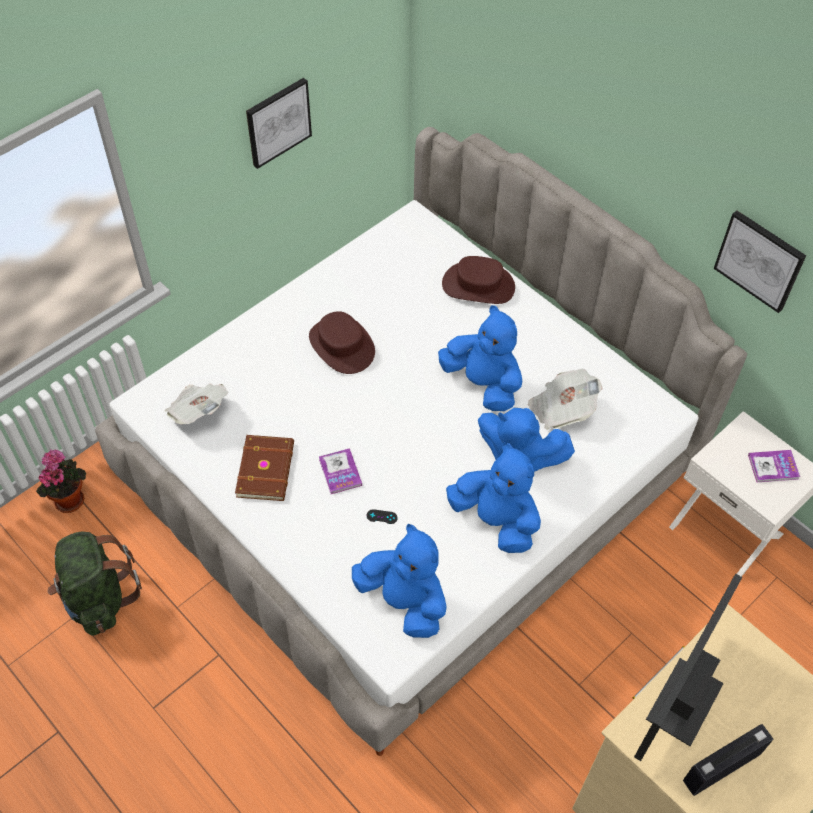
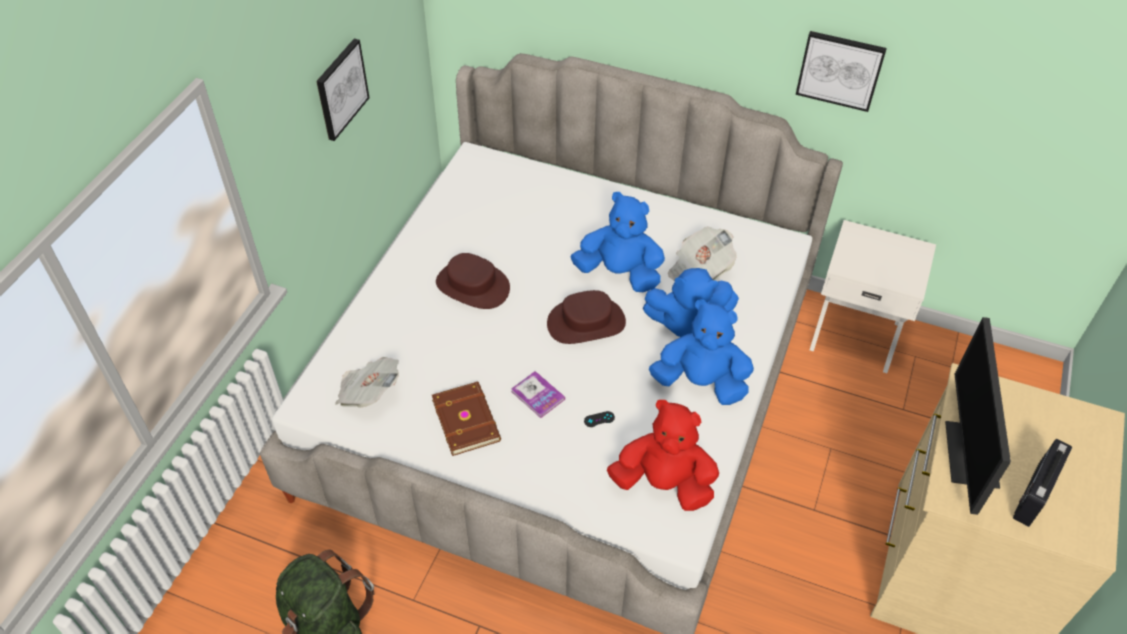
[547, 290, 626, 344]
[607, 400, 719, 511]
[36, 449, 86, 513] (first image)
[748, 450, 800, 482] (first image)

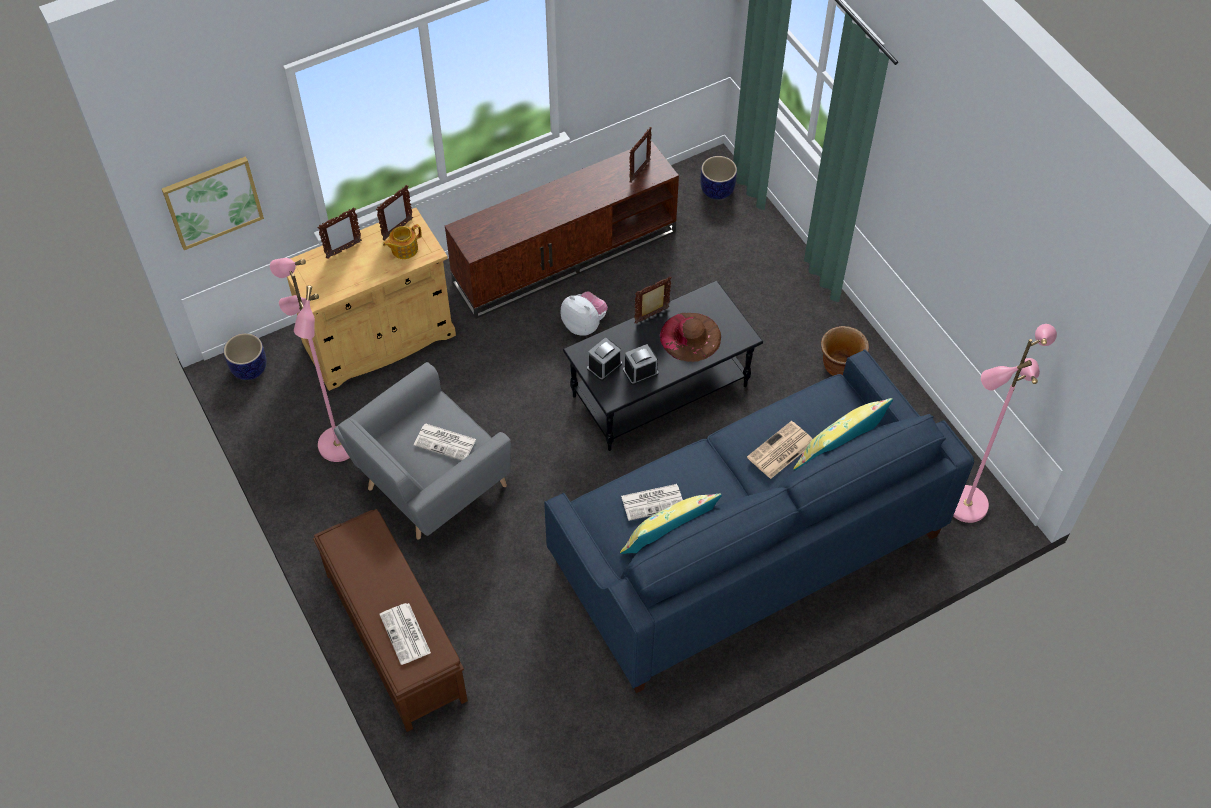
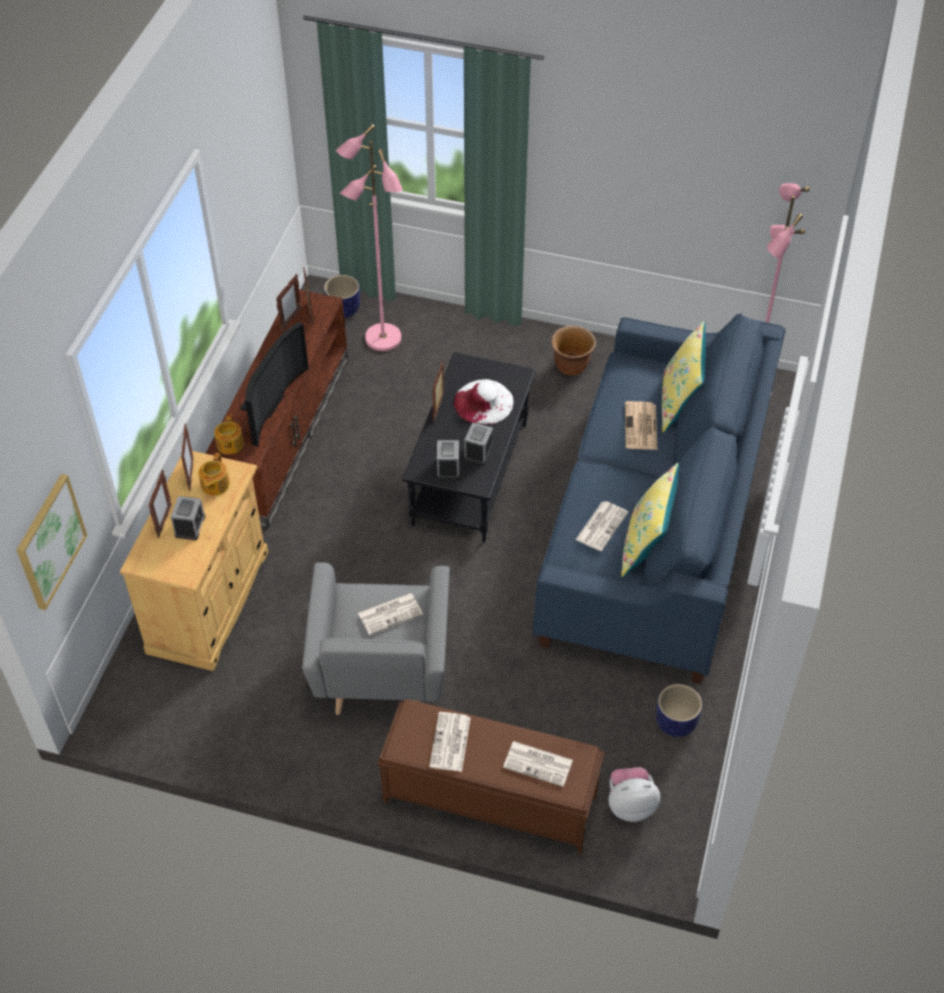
[171, 496, 205, 540]
[214, 414, 244, 454]
[240, 322, 309, 447]
[276, 274, 302, 332]
[336, 124, 403, 351]
[429, 712, 471, 772]
[453, 379, 514, 425]
[608, 767, 660, 822]
[656, 684, 702, 737]

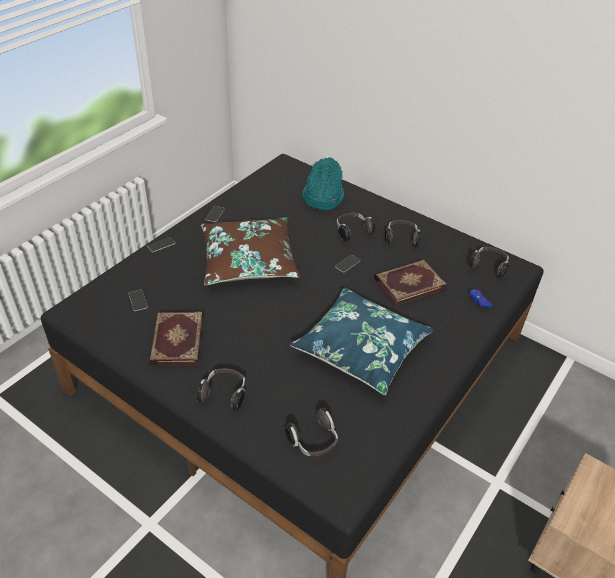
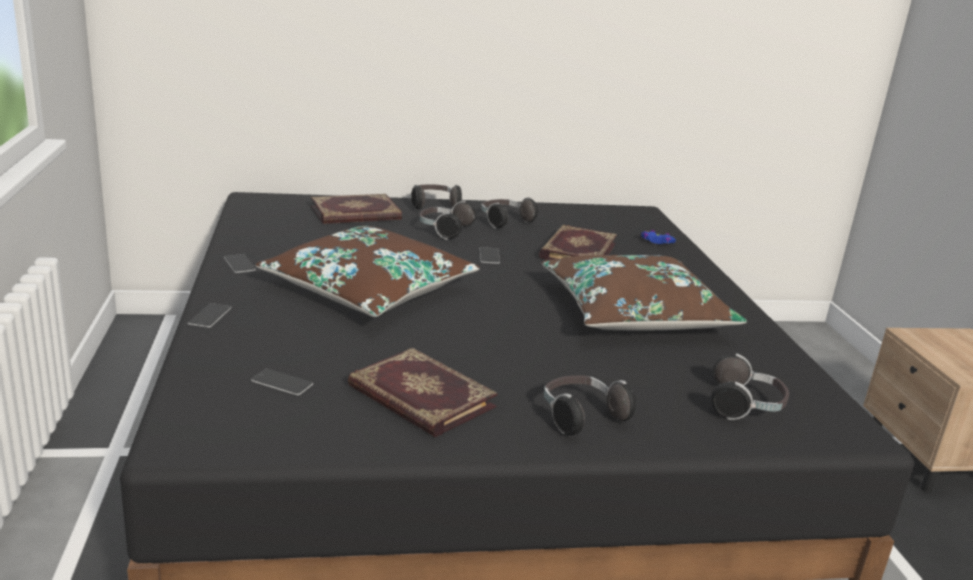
[311, 194, 402, 224]
[411, 184, 462, 210]
[542, 255, 747, 330]

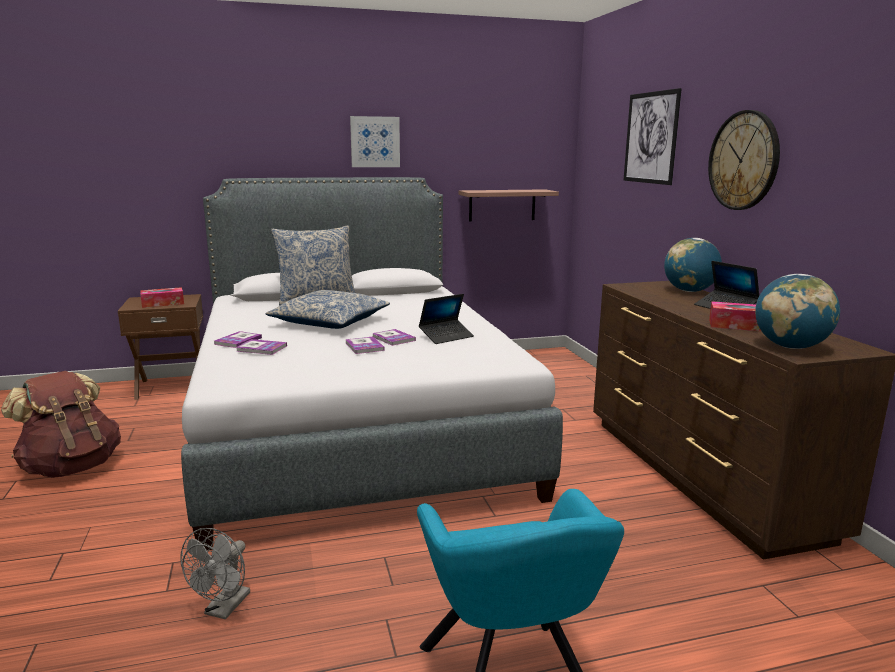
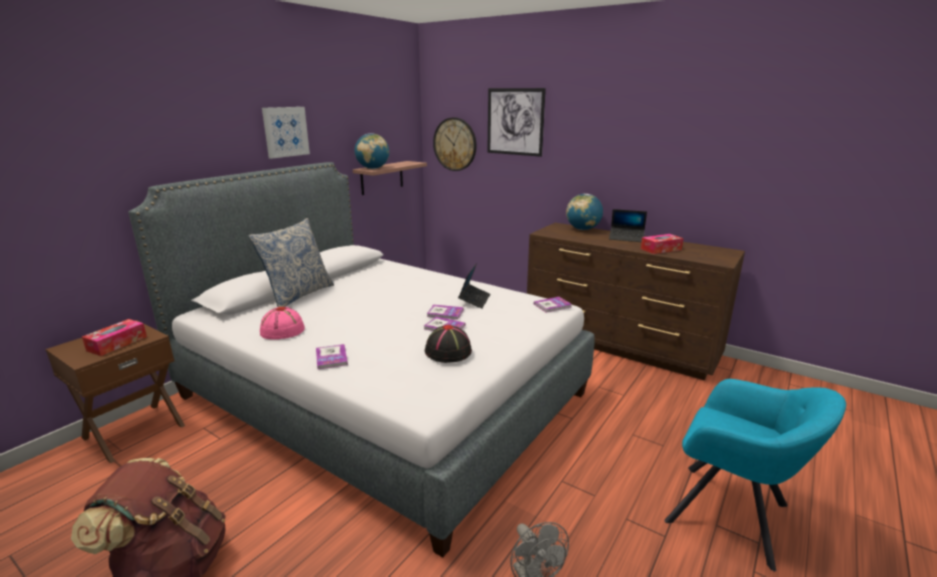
[260, 307, 305, 340]
[355, 133, 389, 169]
[425, 325, 472, 363]
[433, 117, 476, 171]
[534, 297, 572, 313]
[265, 290, 390, 329] (first image)

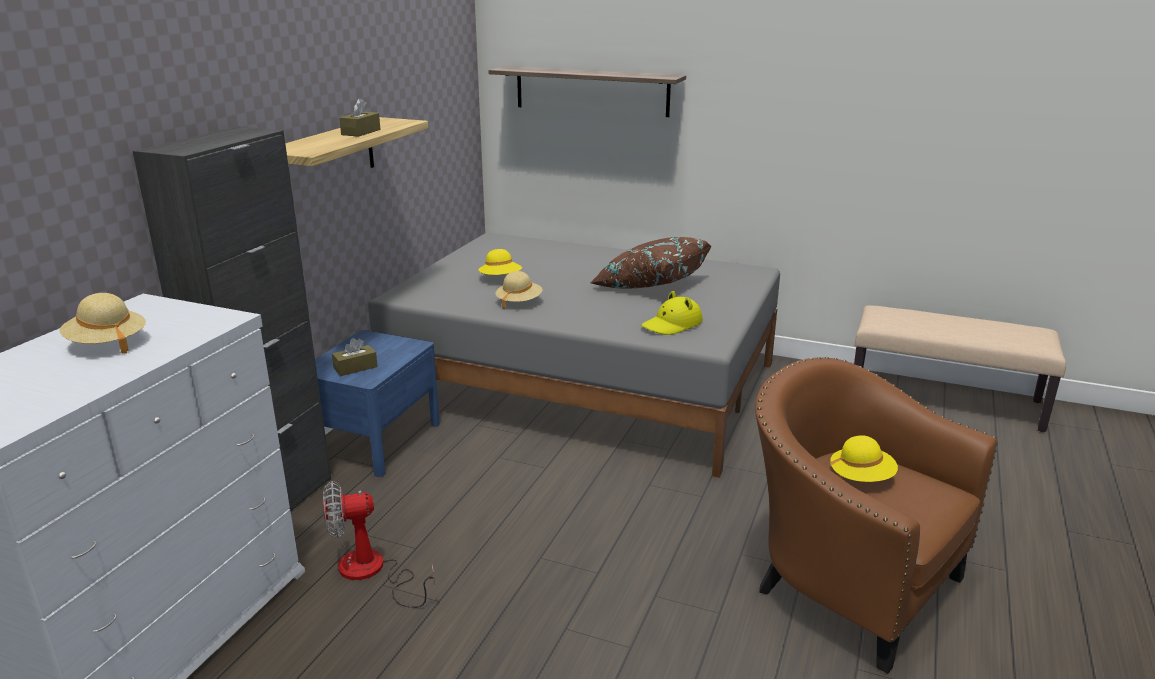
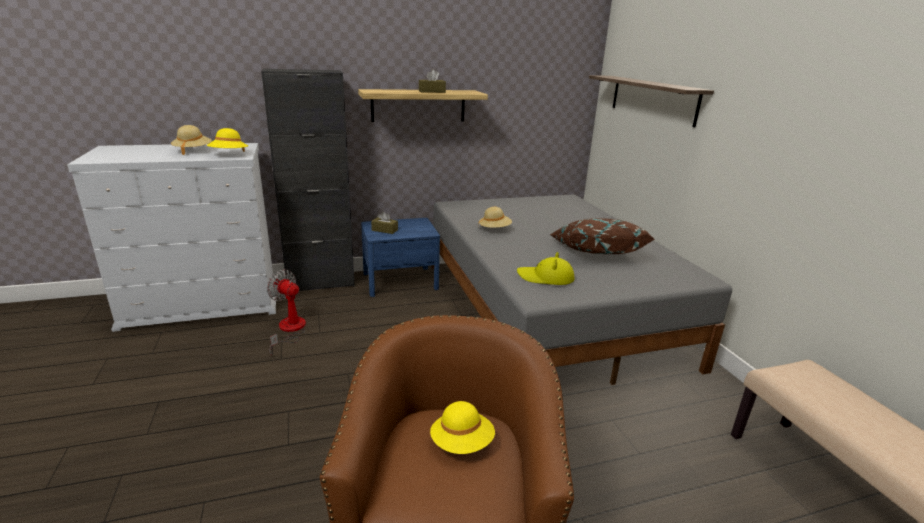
[207, 128, 248, 152]

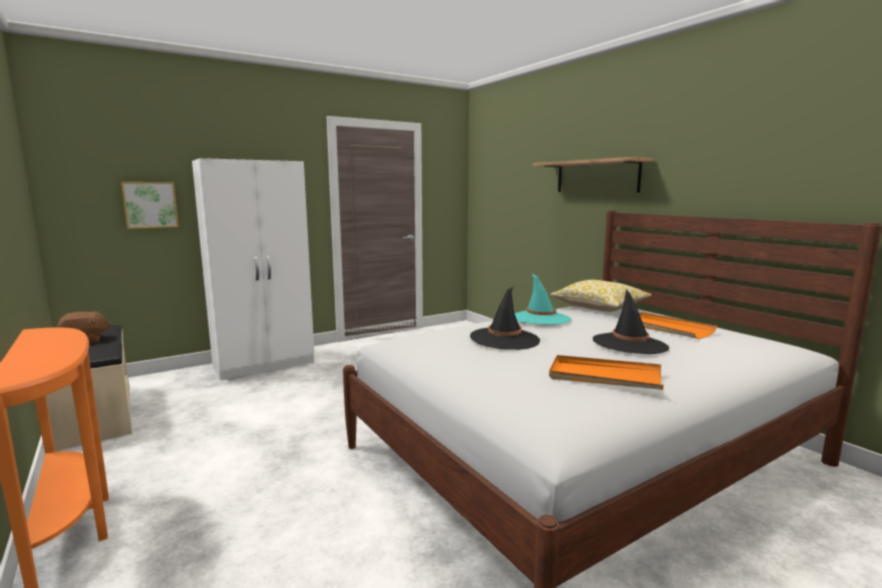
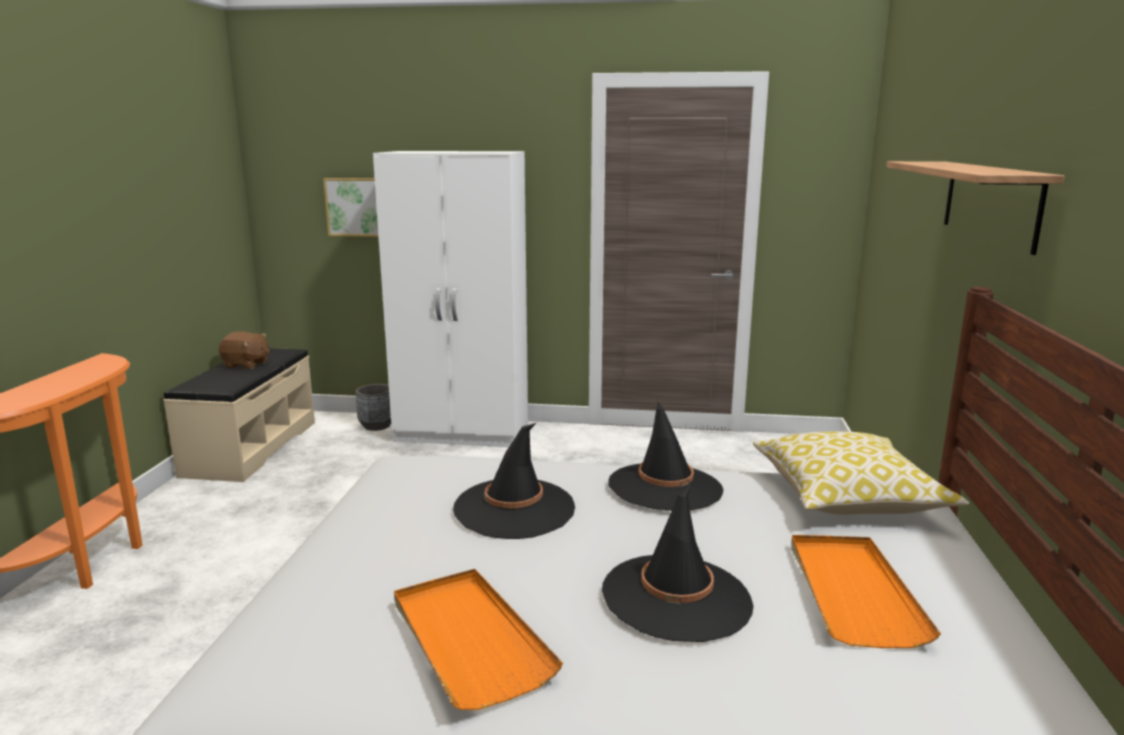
[355, 384, 391, 431]
[608, 401, 723, 510]

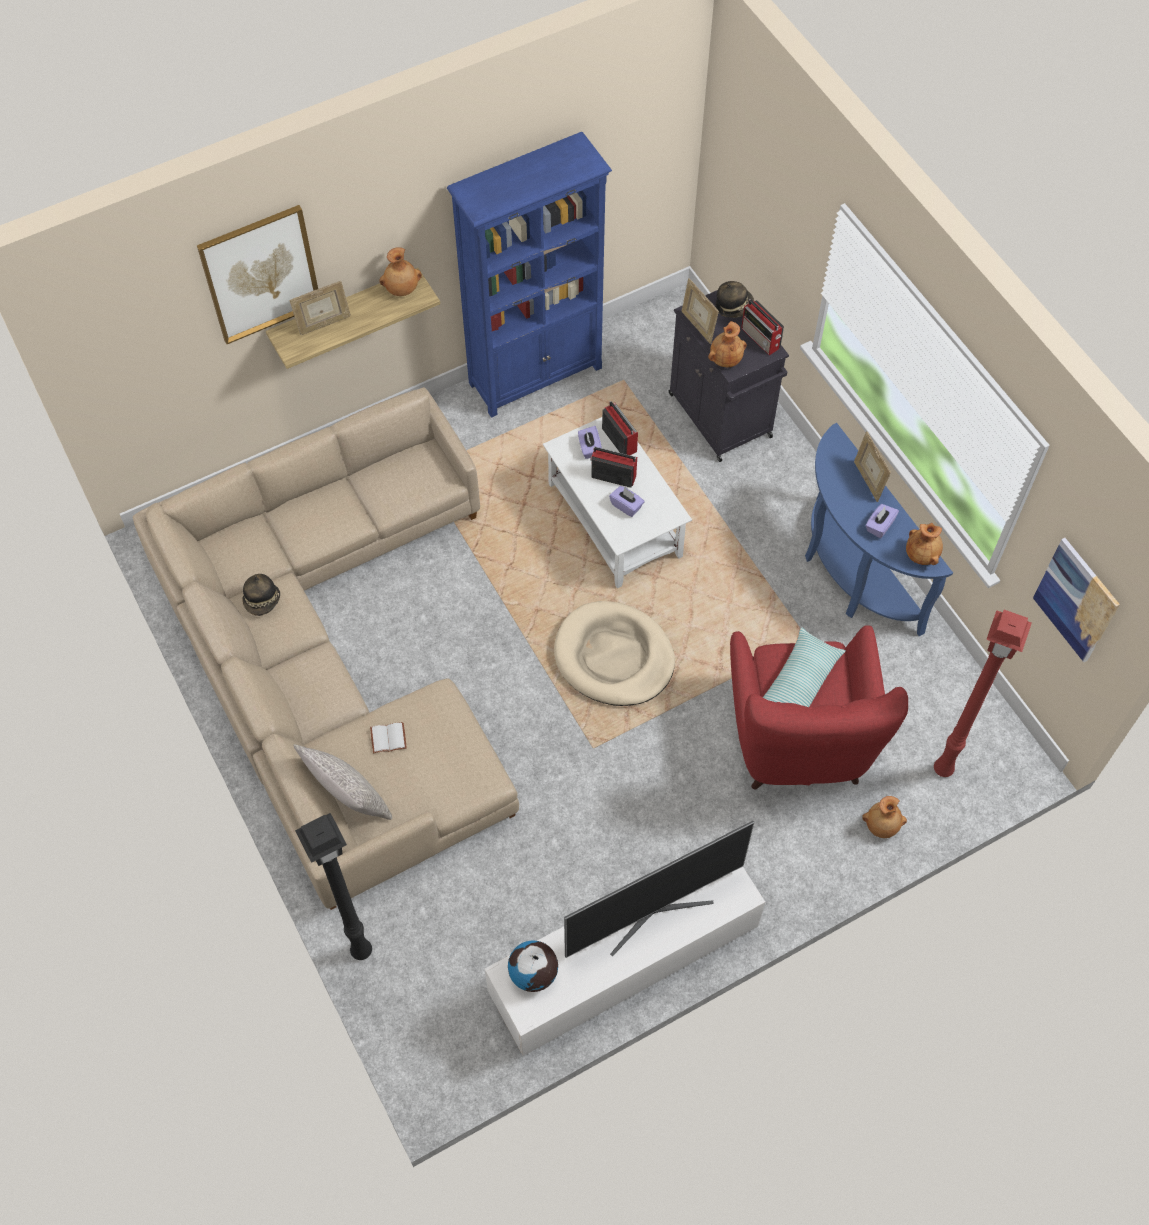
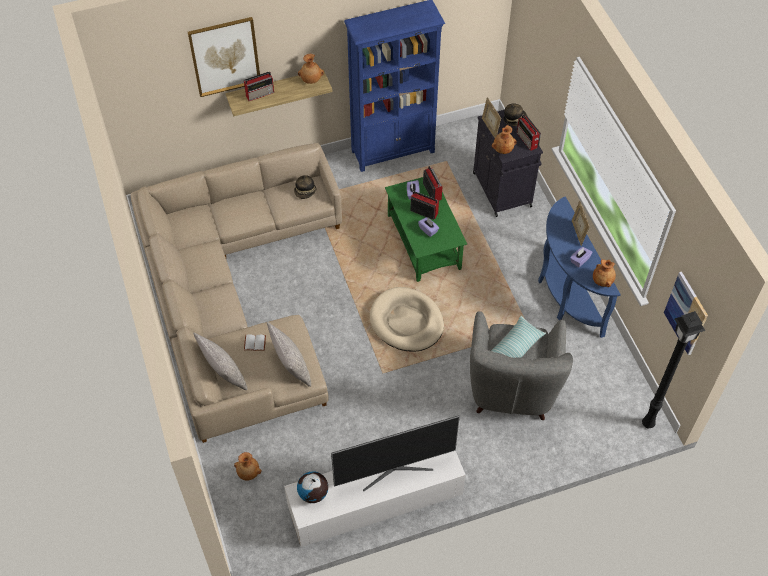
[234, 452, 262, 481]
[244, 72, 274, 101]
[267, 322, 311, 387]
[294, 175, 317, 199]
[385, 177, 467, 282]
[470, 312, 573, 420]
[642, 311, 705, 428]
[934, 610, 1032, 777] (first image)

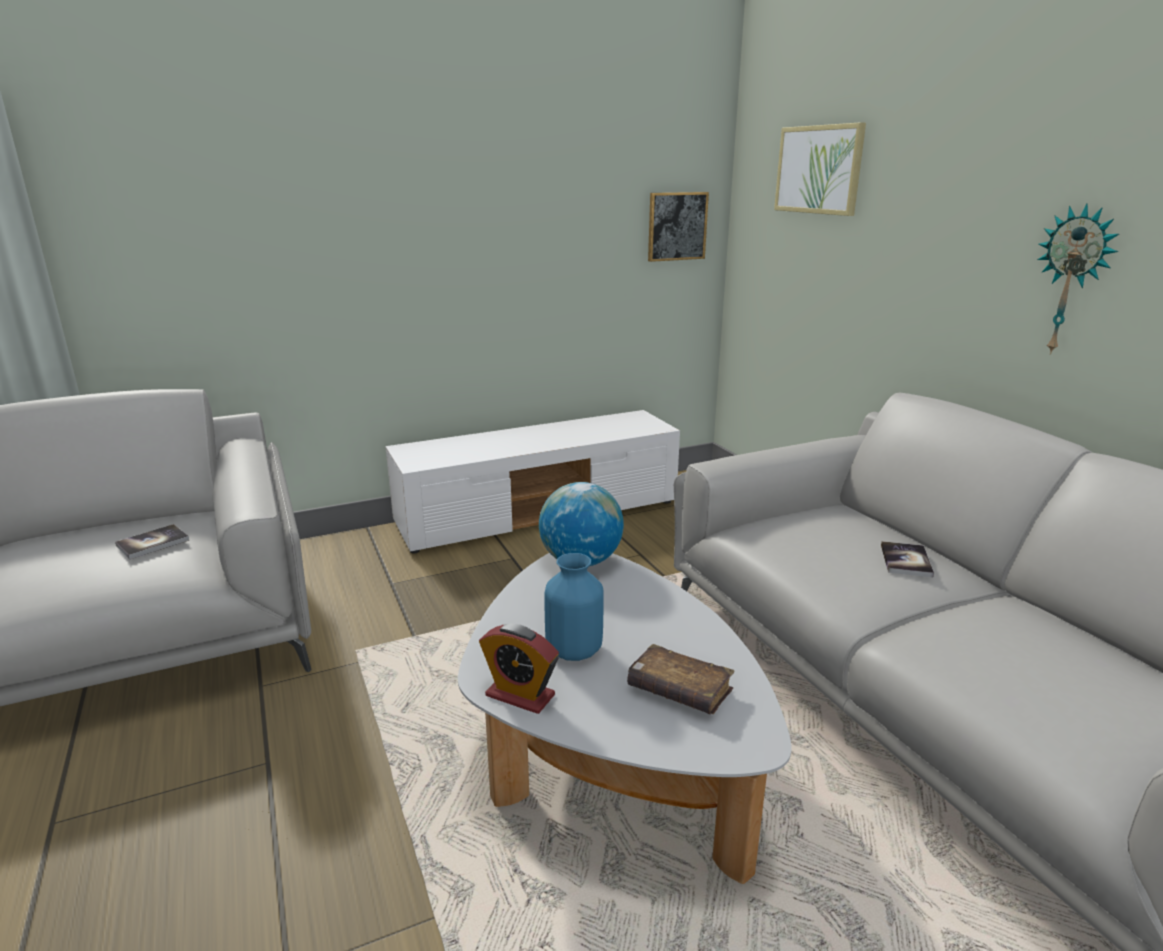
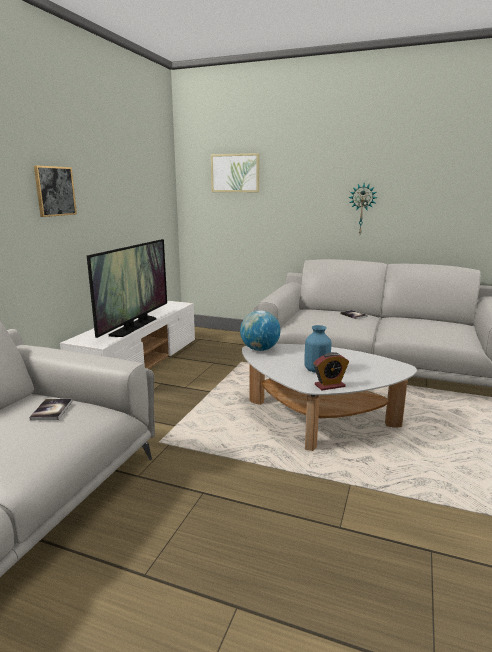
[34, 165, 77, 217]
[87, 239, 167, 338]
[627, 644, 735, 715] (first image)

